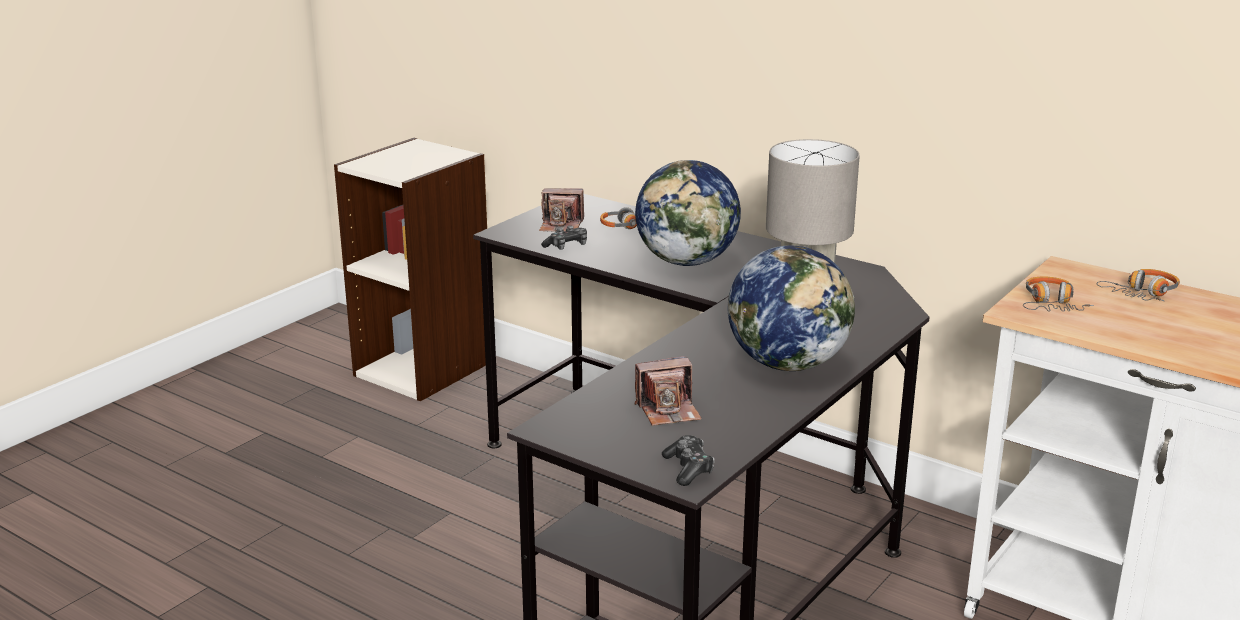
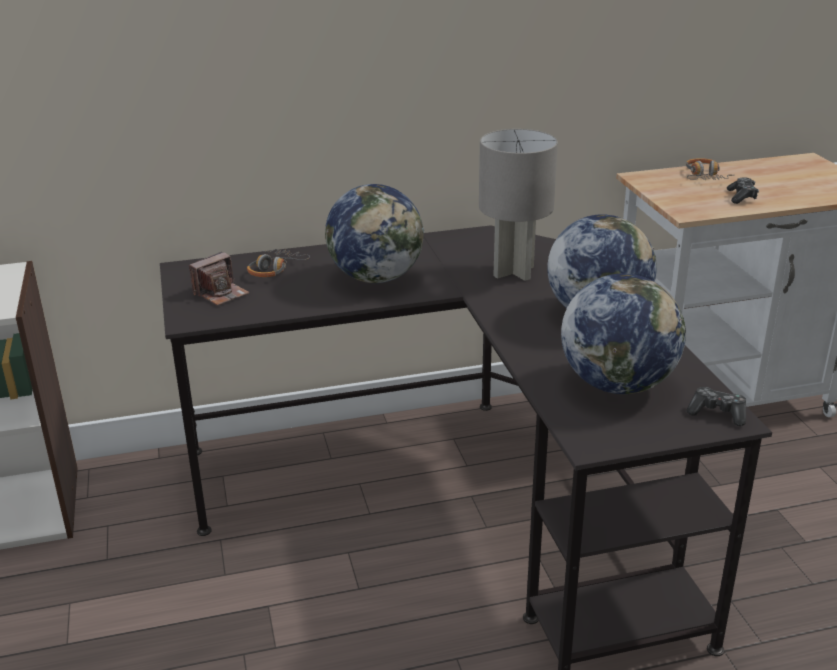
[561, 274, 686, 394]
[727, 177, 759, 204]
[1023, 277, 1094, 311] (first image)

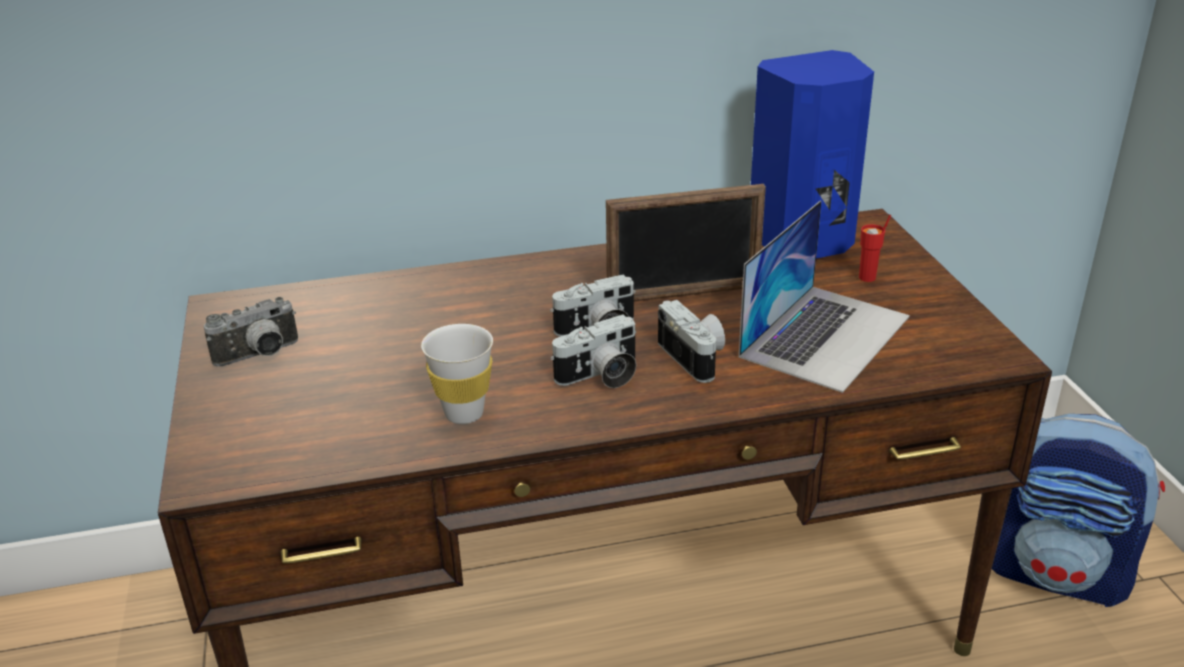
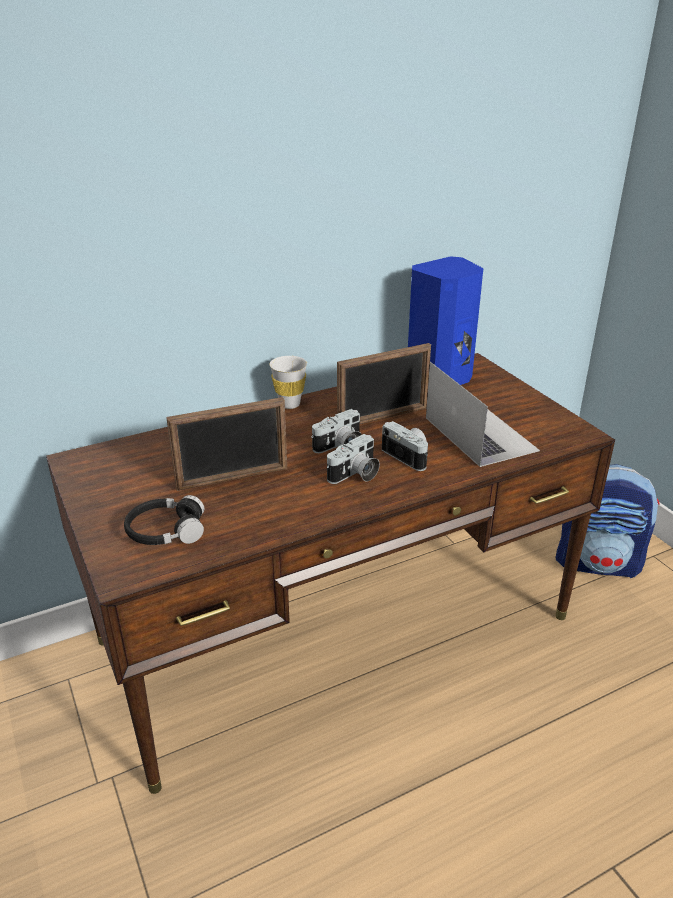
[124, 495, 204, 545]
[166, 397, 287, 491]
[269, 356, 307, 409]
[426, 362, 540, 467]
[204, 297, 298, 367] (first image)
[859, 215, 891, 282] (first image)

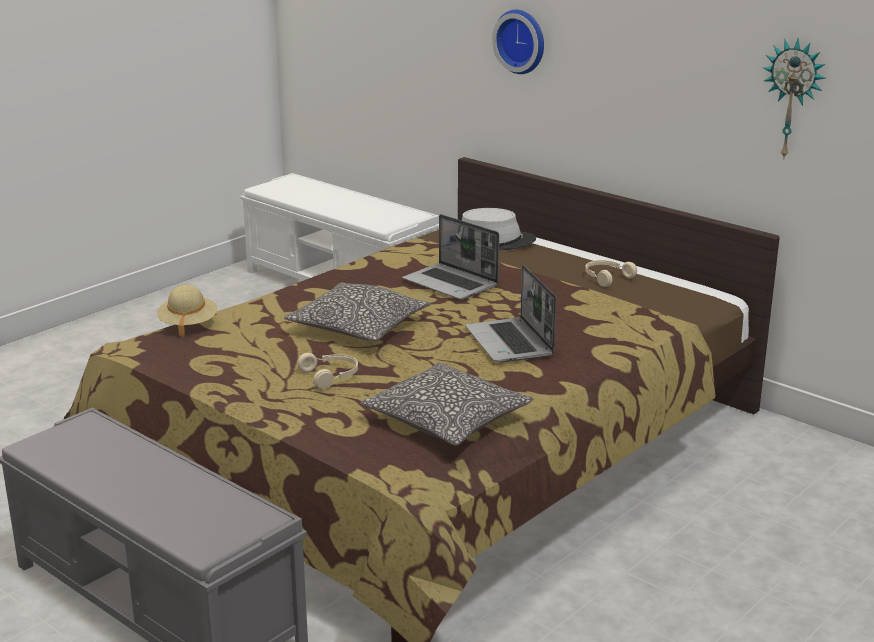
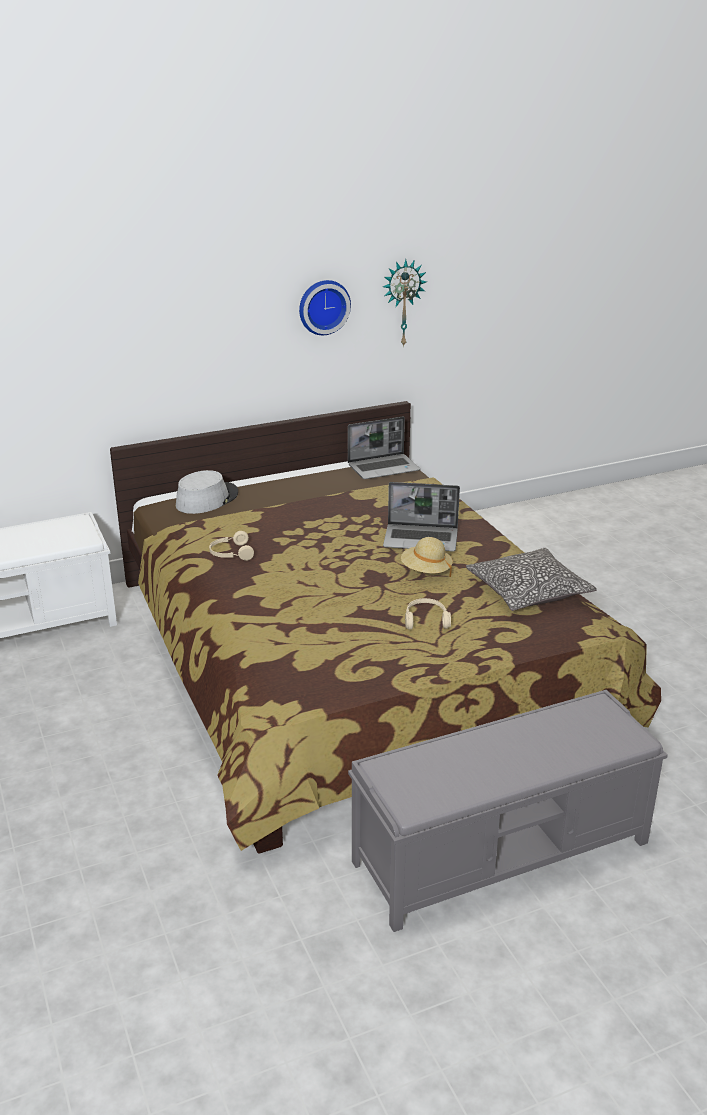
[209, 531, 254, 561]
[299, 280, 351, 335]
[348, 417, 420, 479]
[401, 537, 453, 577]
[284, 282, 431, 341] (first image)

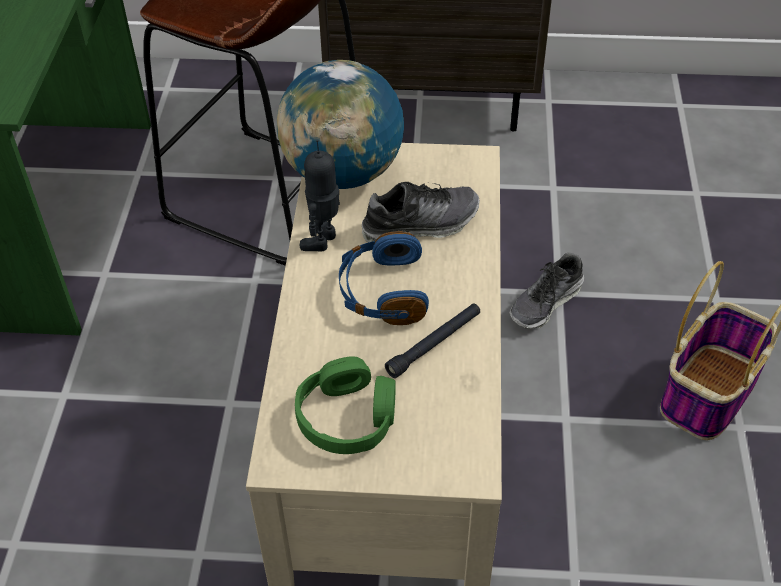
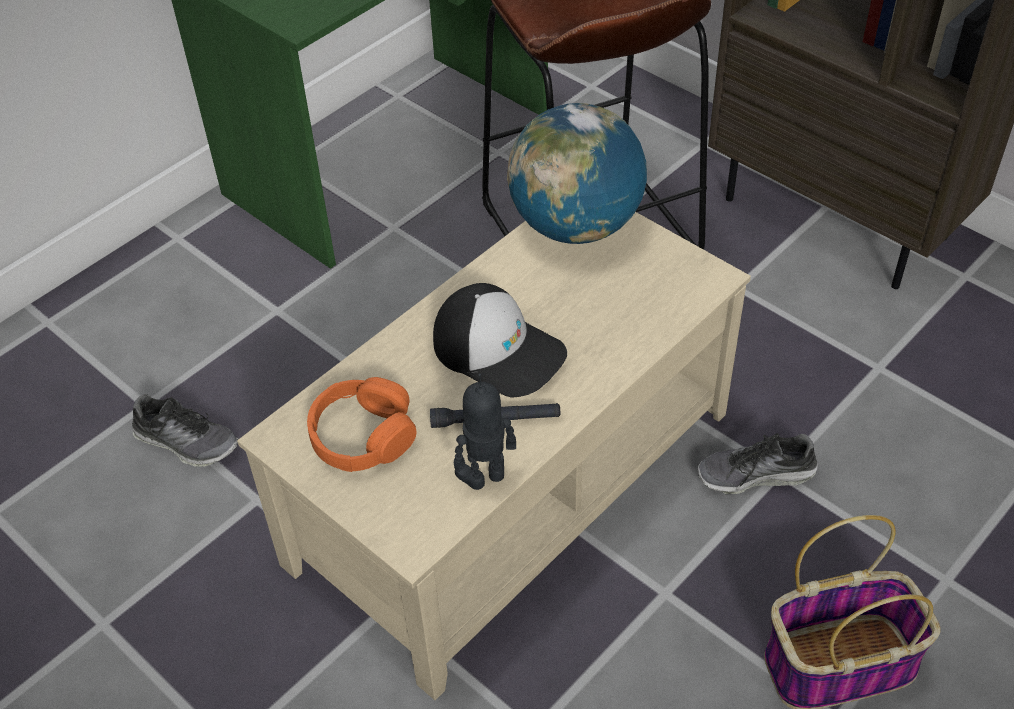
[132, 394, 238, 467]
[307, 377, 416, 472]
[433, 283, 567, 398]
[454, 373, 516, 490]

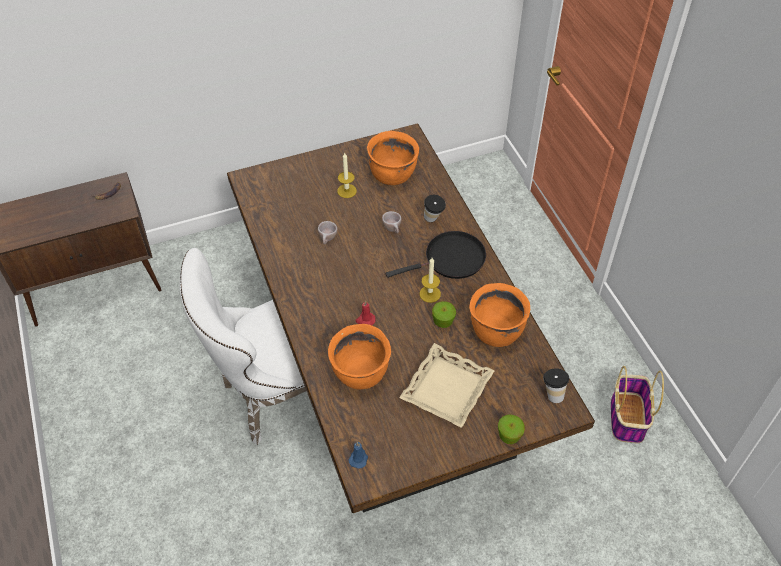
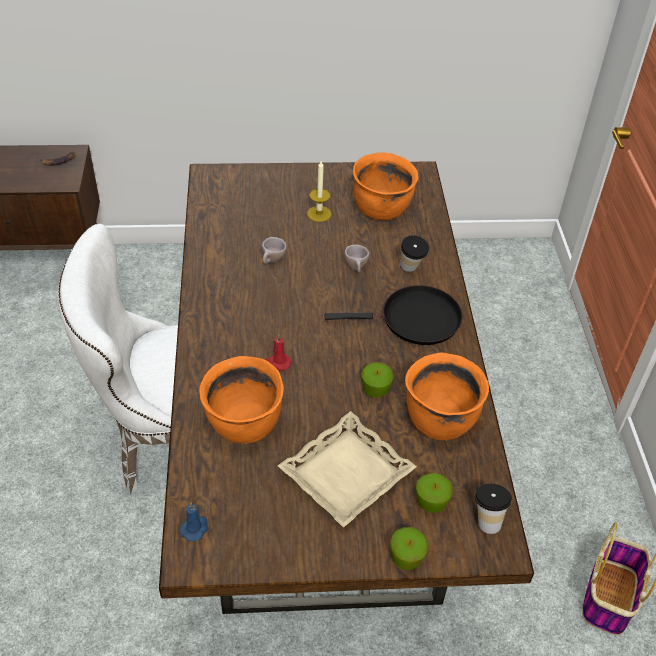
[416, 473, 453, 513]
[420, 258, 441, 303] (first image)

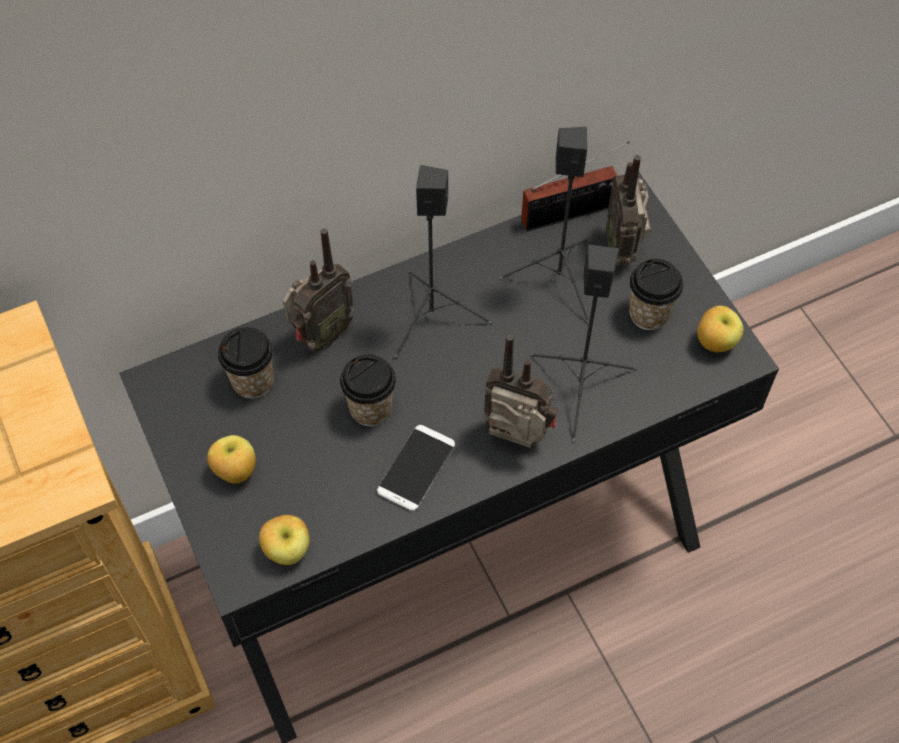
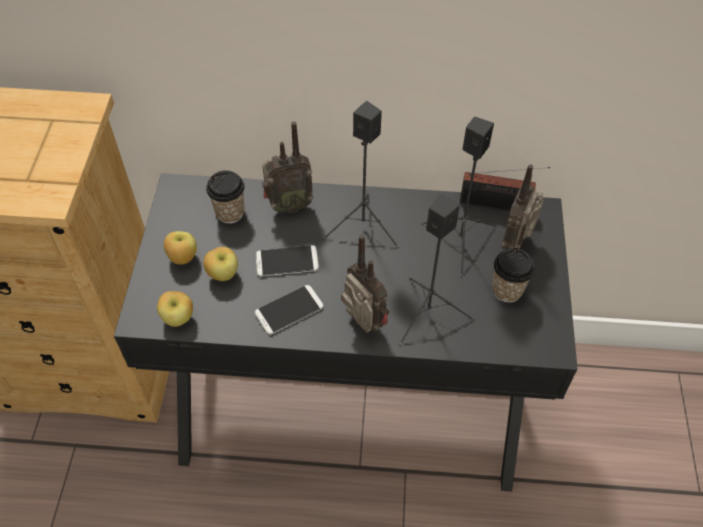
[203, 247, 238, 281]
[256, 245, 319, 277]

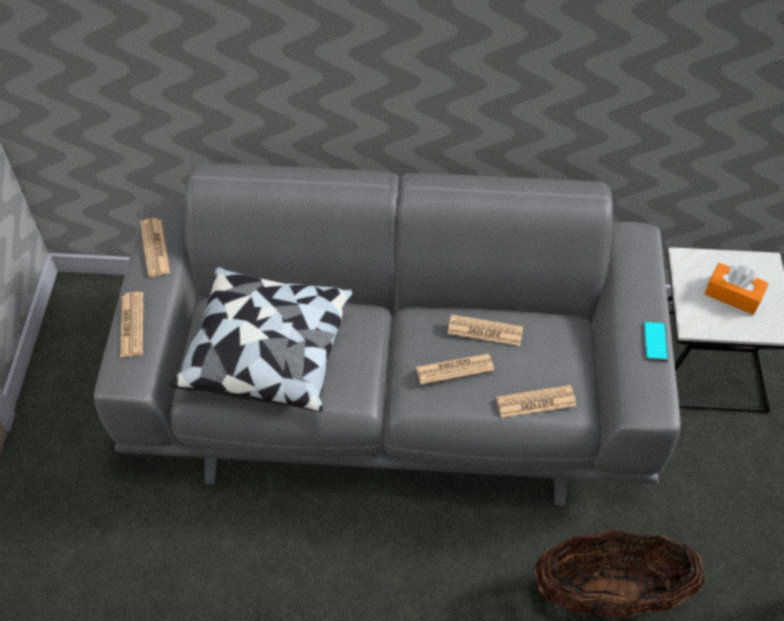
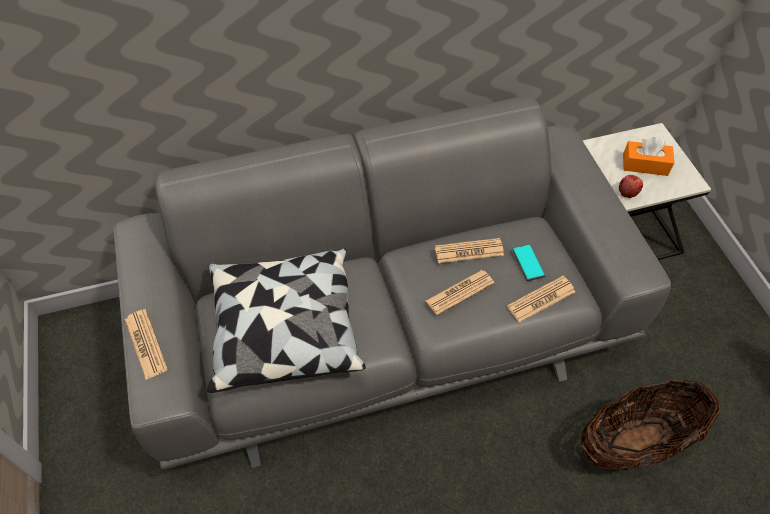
[512, 244, 546, 281]
[619, 175, 643, 198]
[140, 218, 170, 277] (first image)

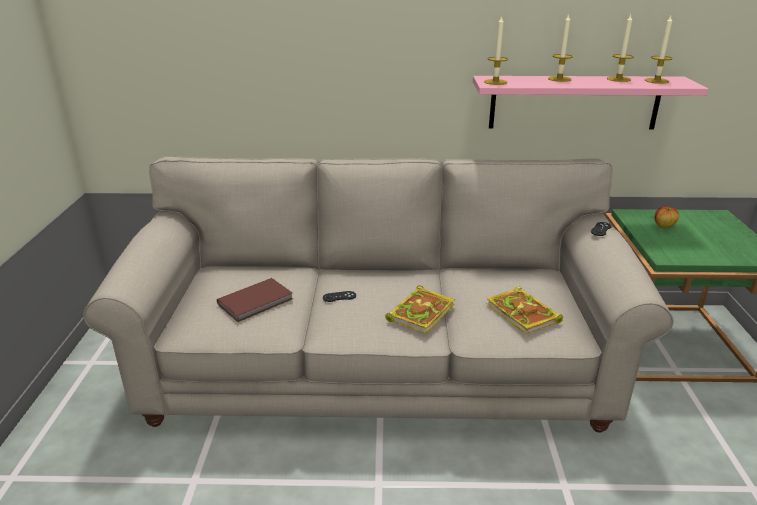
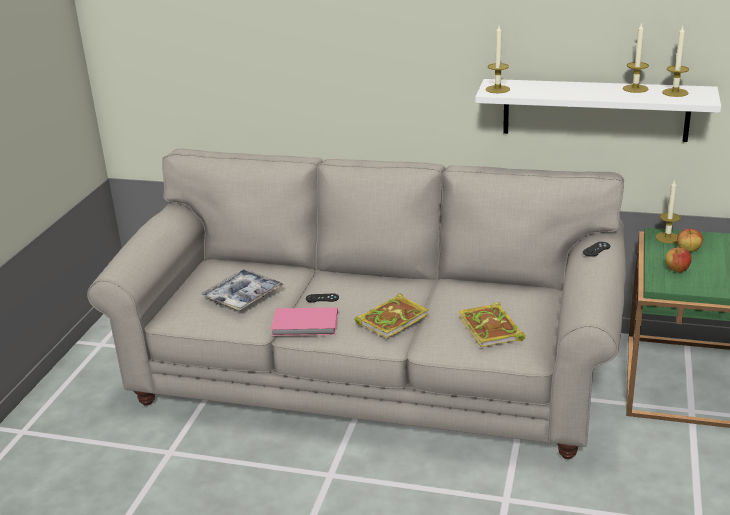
[201, 269, 284, 311]
[271, 307, 338, 336]
[475, 79, 721, 142]
[655, 179, 681, 243]
[666, 247, 692, 273]

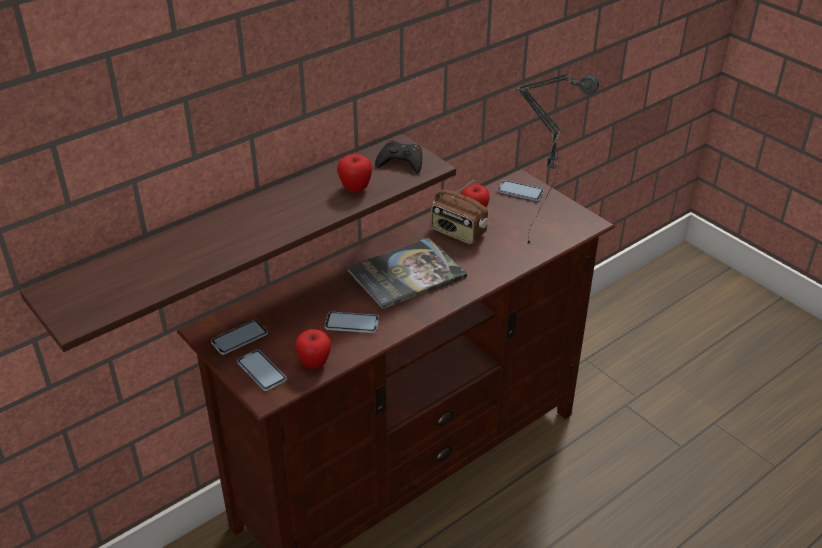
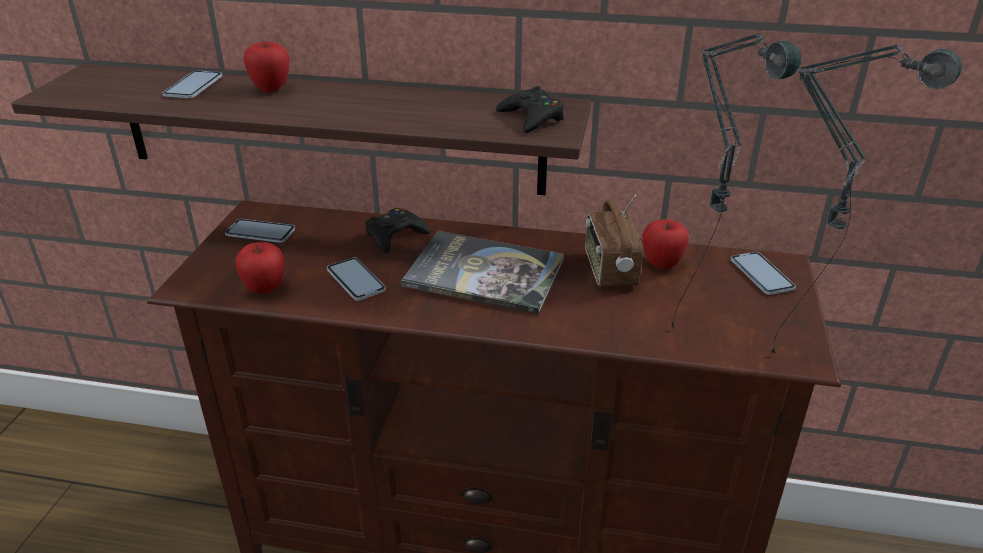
[162, 71, 223, 98]
[244, 41, 290, 92]
[365, 208, 430, 253]
[771, 44, 962, 355]

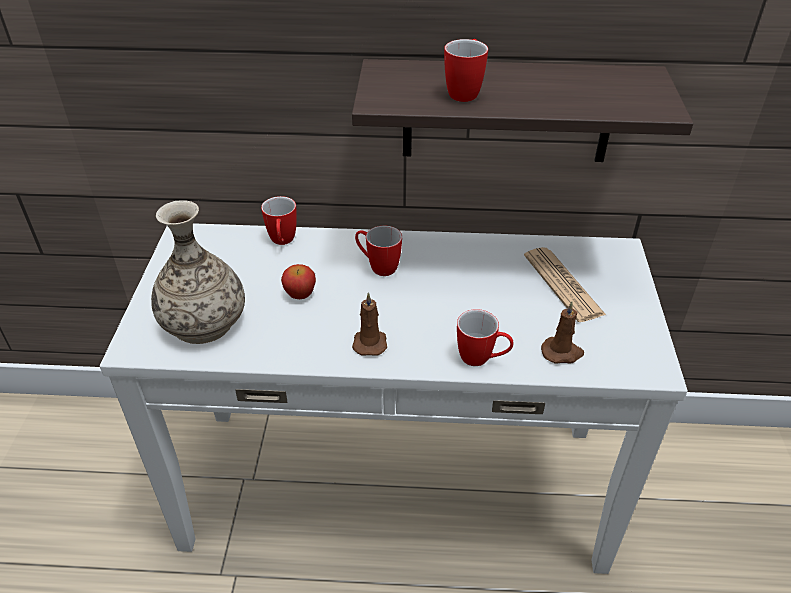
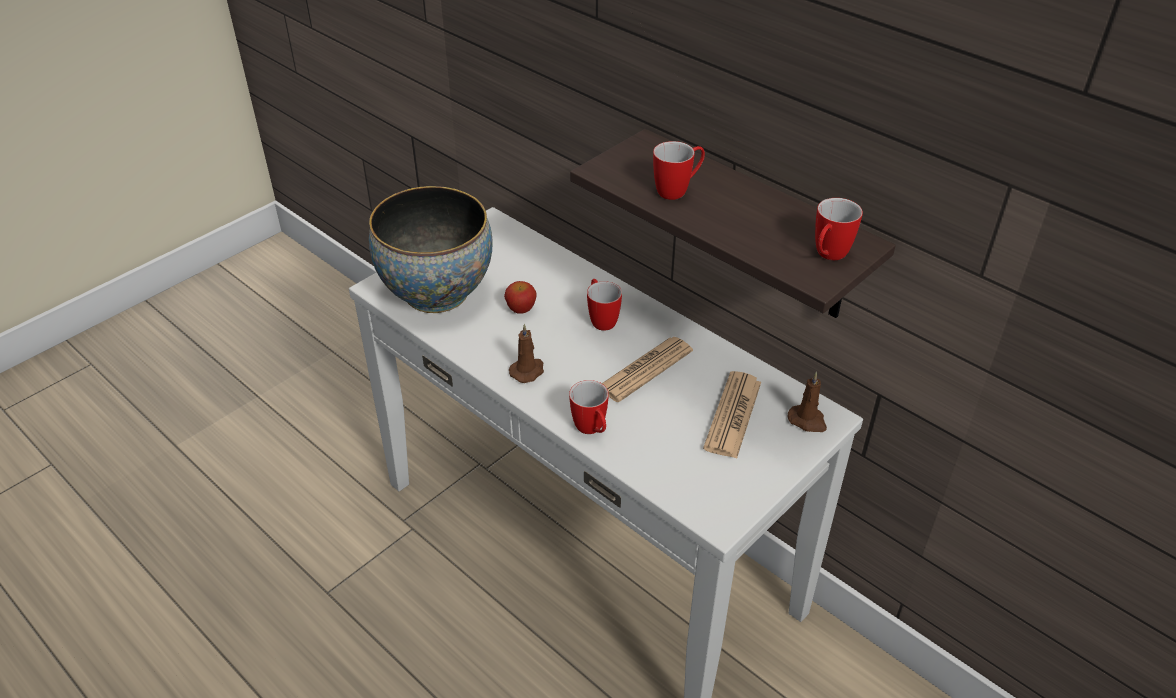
[369, 186, 493, 313]
[602, 337, 693, 402]
[788, 372, 827, 432]
[815, 198, 863, 260]

